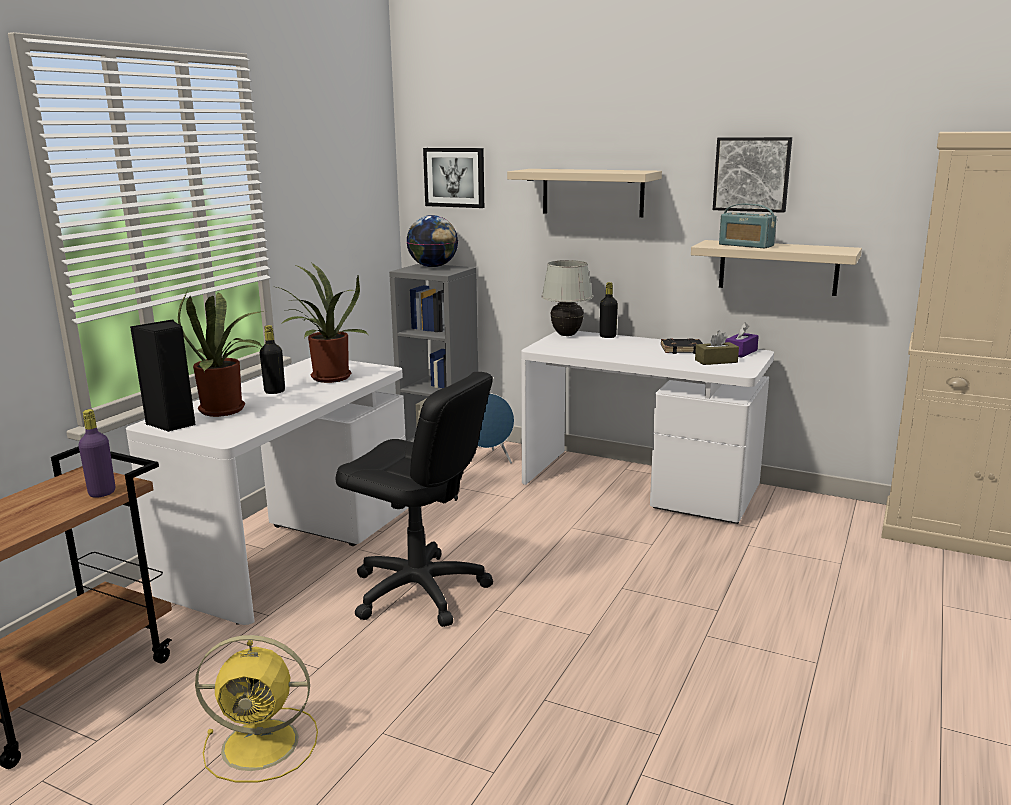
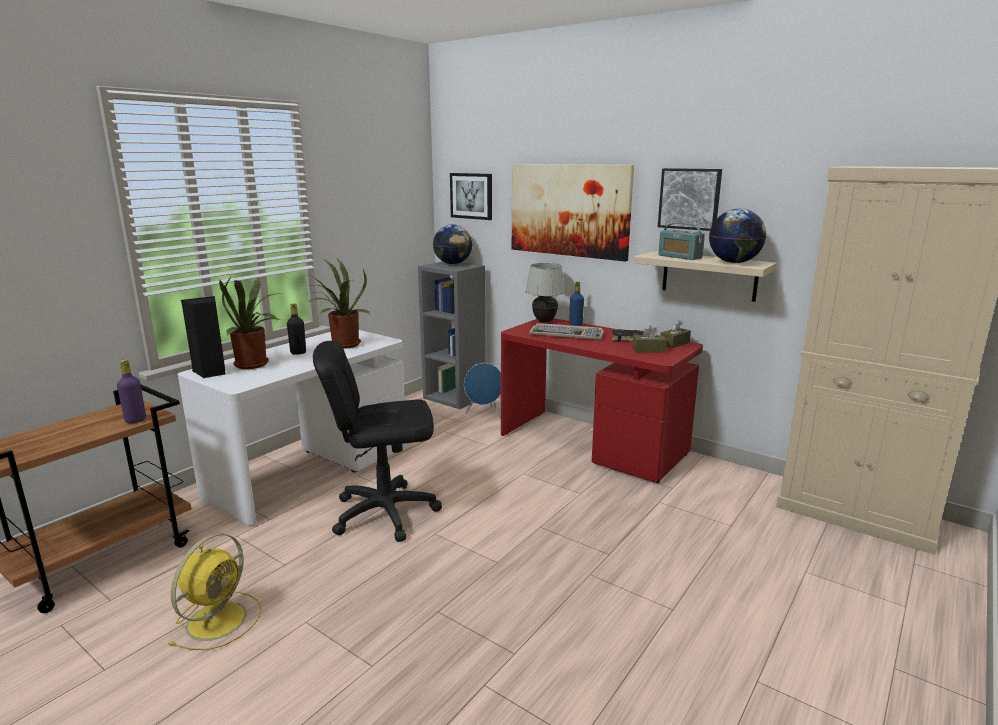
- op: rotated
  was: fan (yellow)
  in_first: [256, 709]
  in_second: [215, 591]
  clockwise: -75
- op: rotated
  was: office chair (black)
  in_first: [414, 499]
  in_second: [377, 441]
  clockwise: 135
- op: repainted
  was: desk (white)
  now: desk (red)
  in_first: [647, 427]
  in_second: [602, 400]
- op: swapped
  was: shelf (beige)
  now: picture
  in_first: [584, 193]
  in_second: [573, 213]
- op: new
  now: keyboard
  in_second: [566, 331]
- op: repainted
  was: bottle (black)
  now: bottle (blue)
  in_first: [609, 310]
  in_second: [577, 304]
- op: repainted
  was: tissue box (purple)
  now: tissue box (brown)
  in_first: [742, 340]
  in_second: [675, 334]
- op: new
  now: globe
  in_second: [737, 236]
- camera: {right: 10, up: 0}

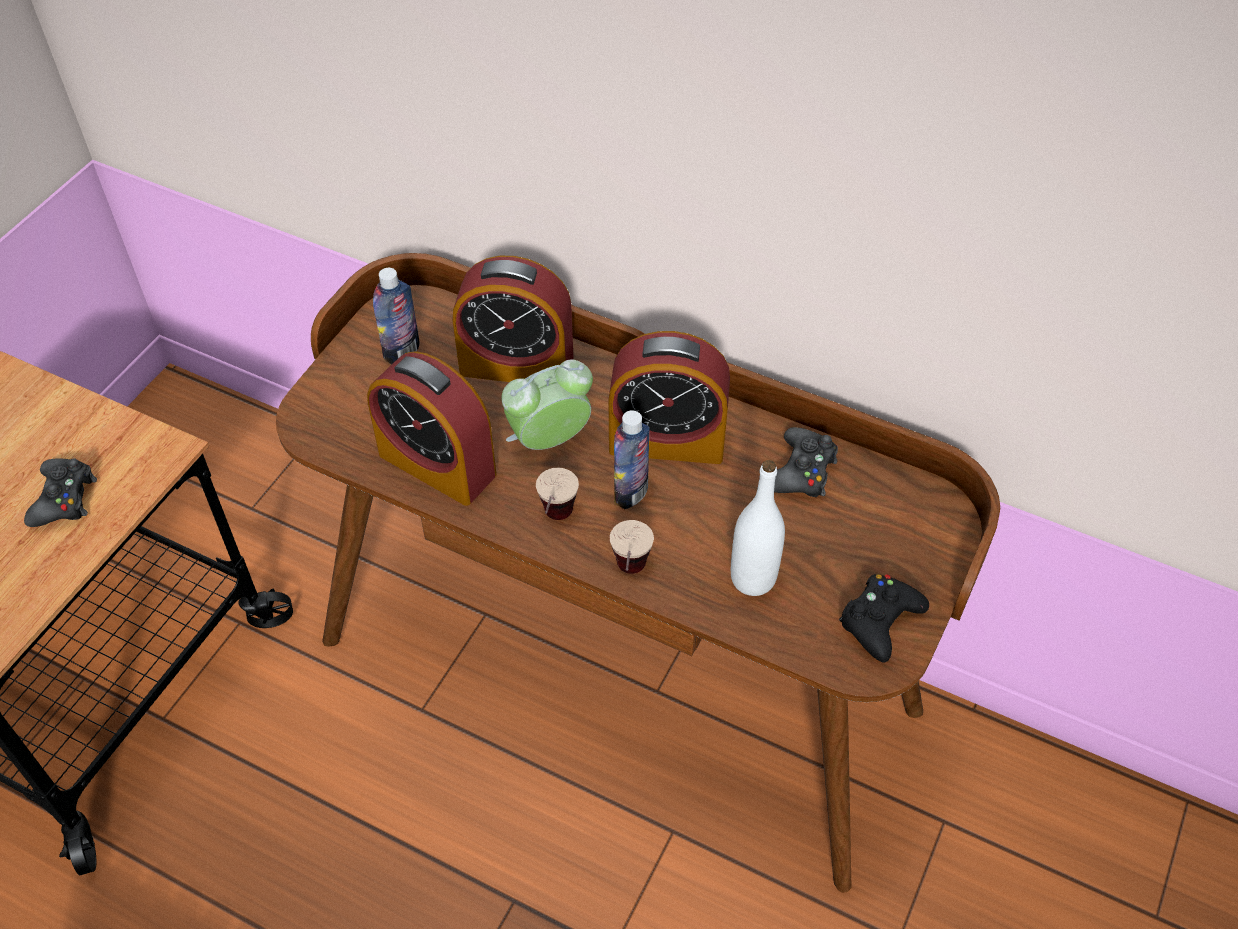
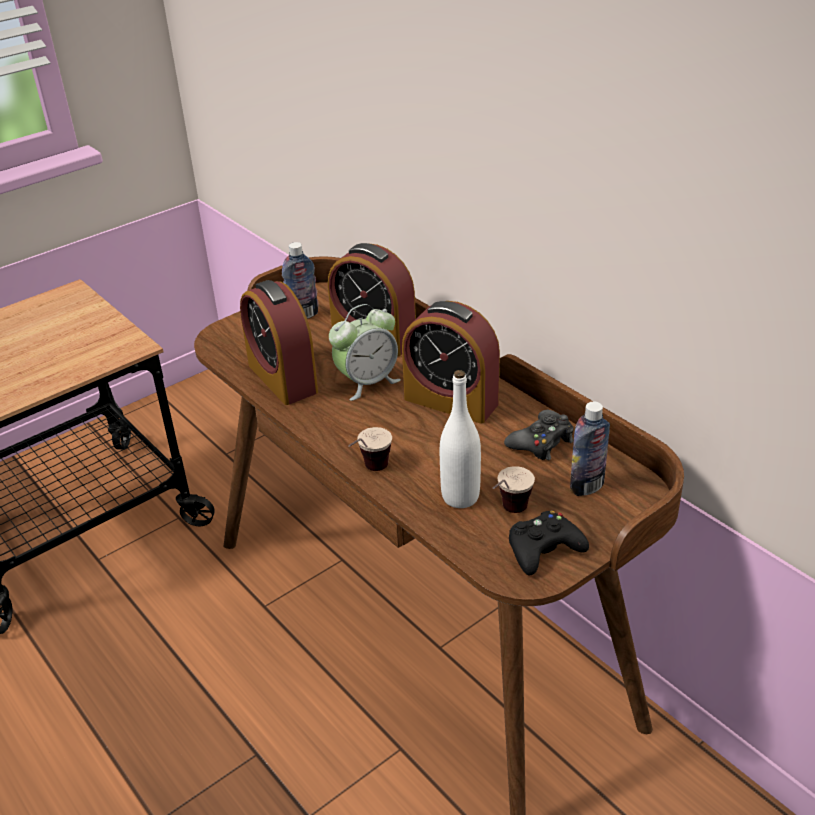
- op: rotated
  was: alarm clock
  in_first: [547, 404]
  in_second: [365, 352]
  clockwise: 150
- op: shifted
  was: cup
  in_first: [557, 493]
  in_second: [514, 489]
- op: shifted
  was: bottle
  in_first: [632, 459]
  in_second: [590, 449]
- op: gone
  was: game controller (black)
  in_first: [60, 492]
- camera: {right: 25, up: -15}

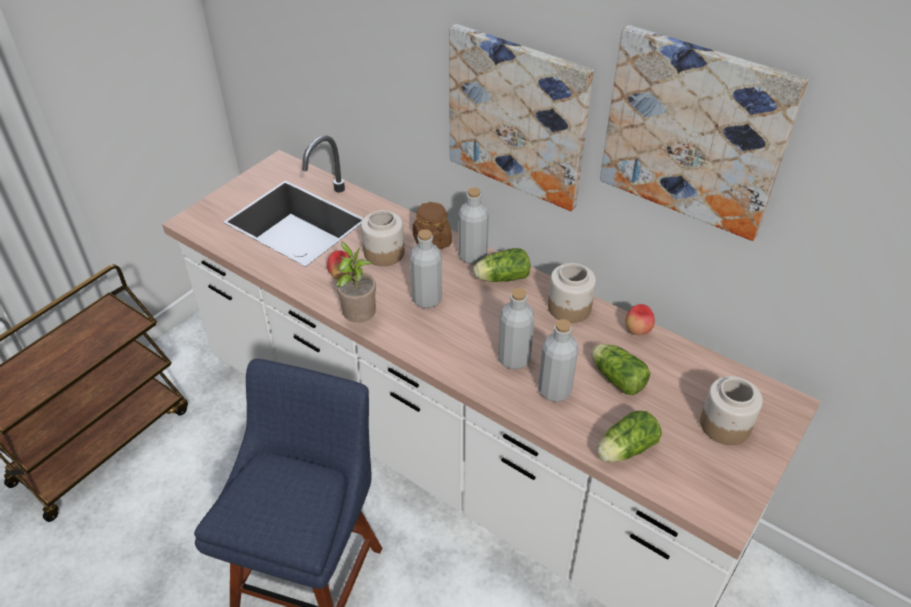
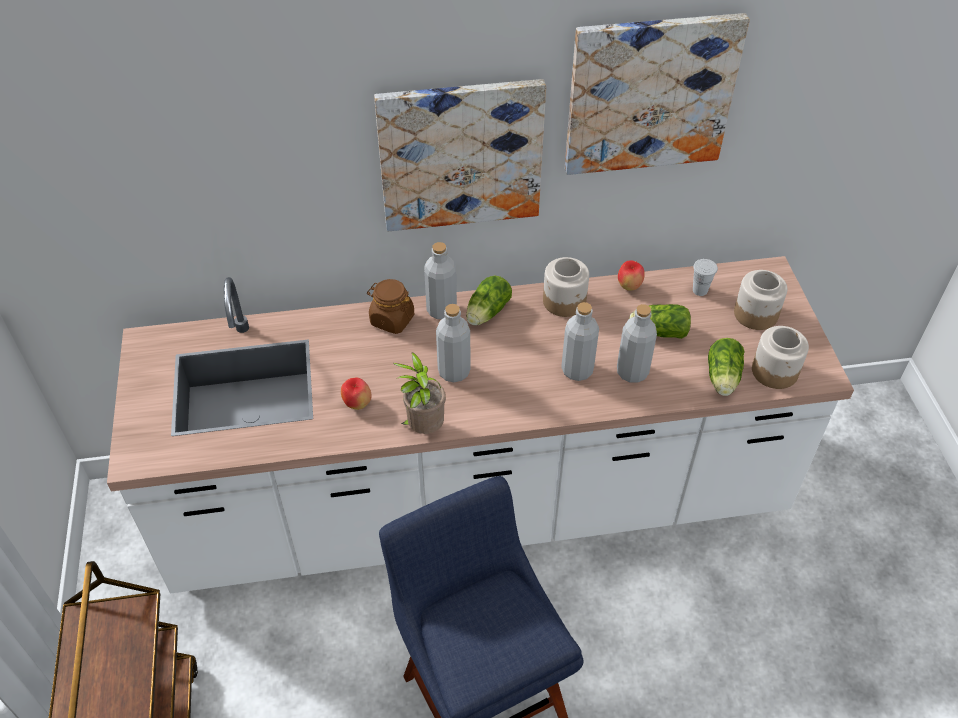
- op: new
  now: cup (white)
  in_second: [705, 277]
- op: shifted
  was: jar
  in_first: [382, 238]
  in_second: [780, 357]
- camera: {right: -45, up: 5}

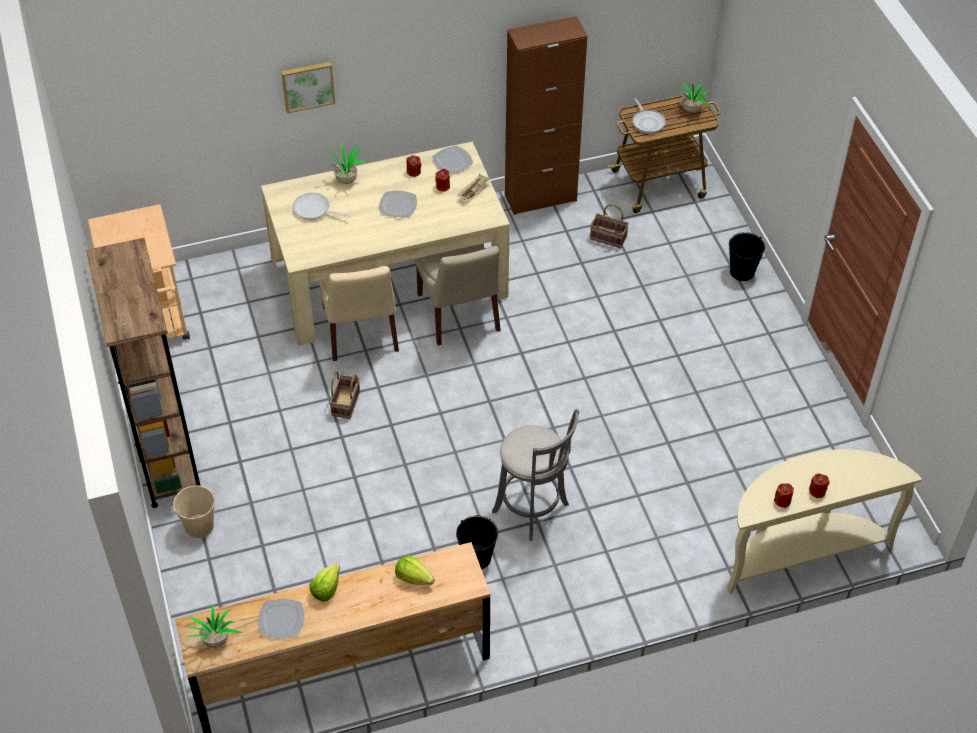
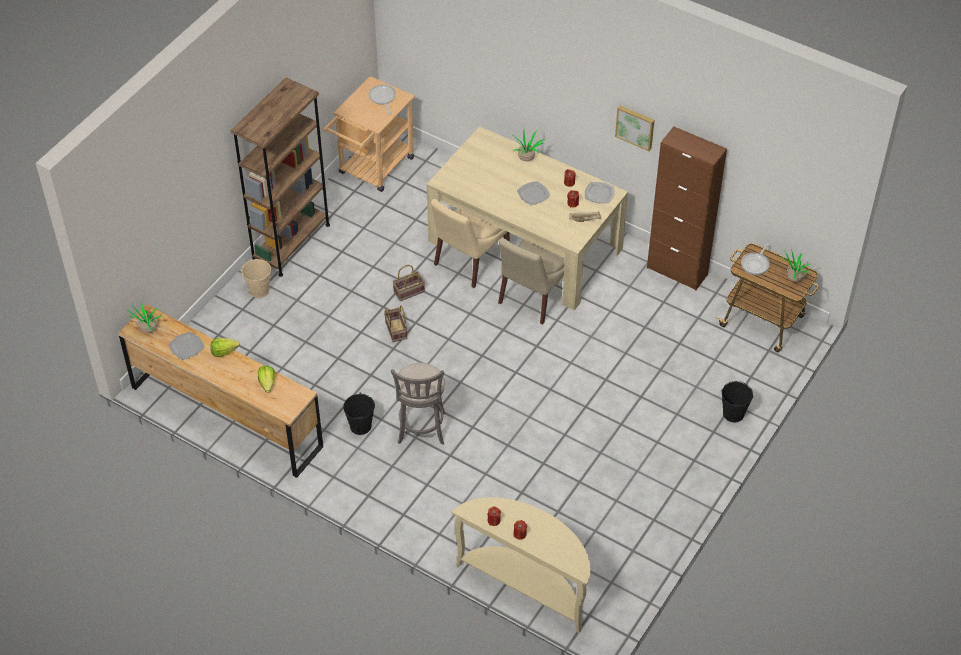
- op: shifted
  was: frying pan
  in_first: [321, 206]
  in_second: [382, 99]
- op: shifted
  was: basket
  in_first: [609, 226]
  in_second: [395, 323]
- op: shifted
  was: picture
  in_first: [308, 88]
  in_second: [634, 128]
- camera: {right: 50, up: 0}

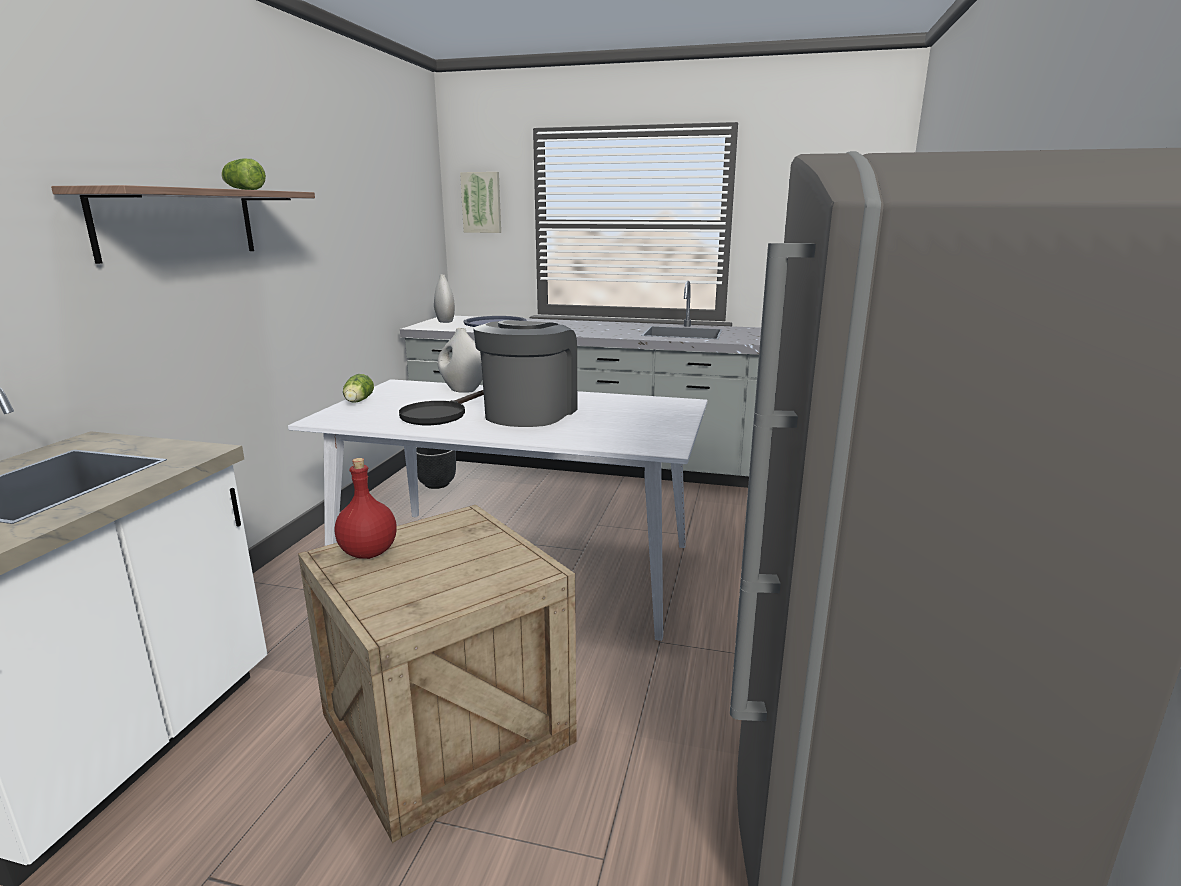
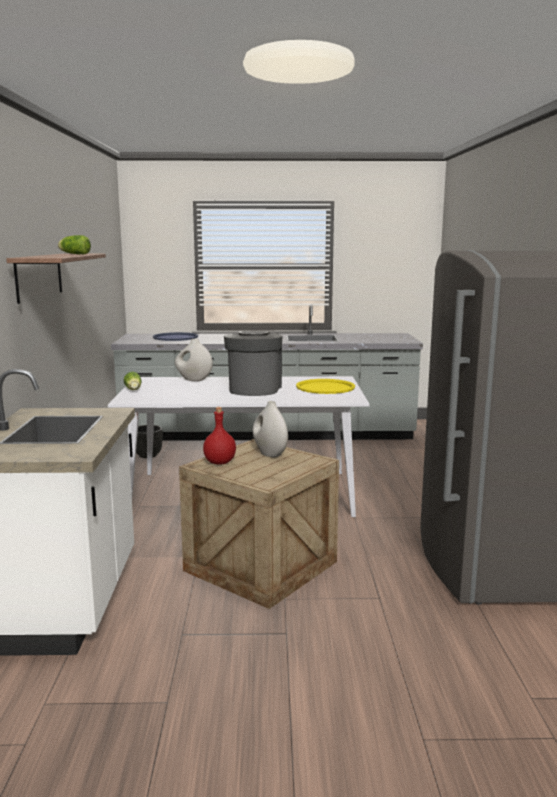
- op: shifted
  was: vase (white)
  in_first: [444, 298]
  in_second: [270, 429]
- op: new
  now: tray (yellow)
  in_second: [325, 386]
- op: gone
  was: frying pan (black)
  in_first: [441, 407]
- op: gone
  was: picture
  in_first: [480, 202]
- camera: {right: -15, up: -5}

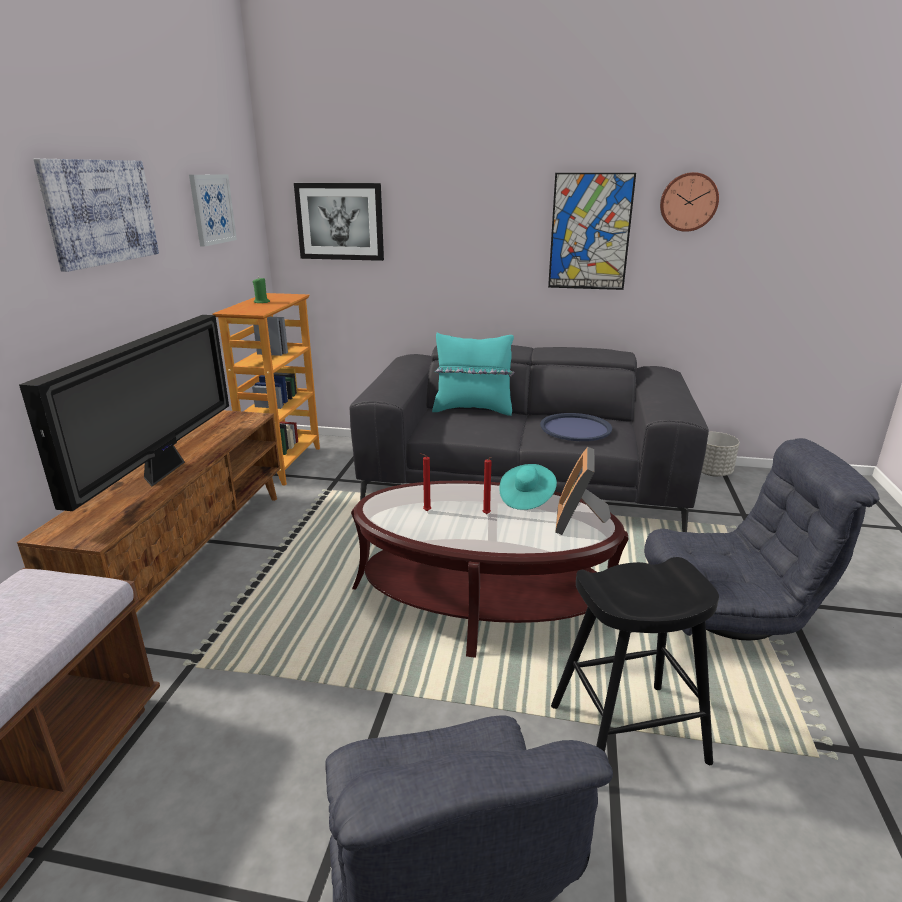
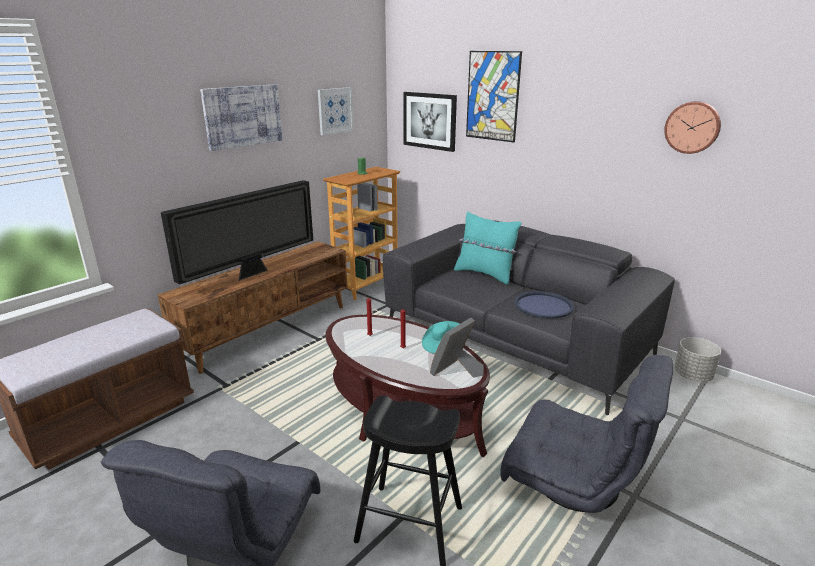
- op: shifted
  was: picture
  in_first: [592, 231]
  in_second: [494, 96]
- camera: {right: 30, up: 0}

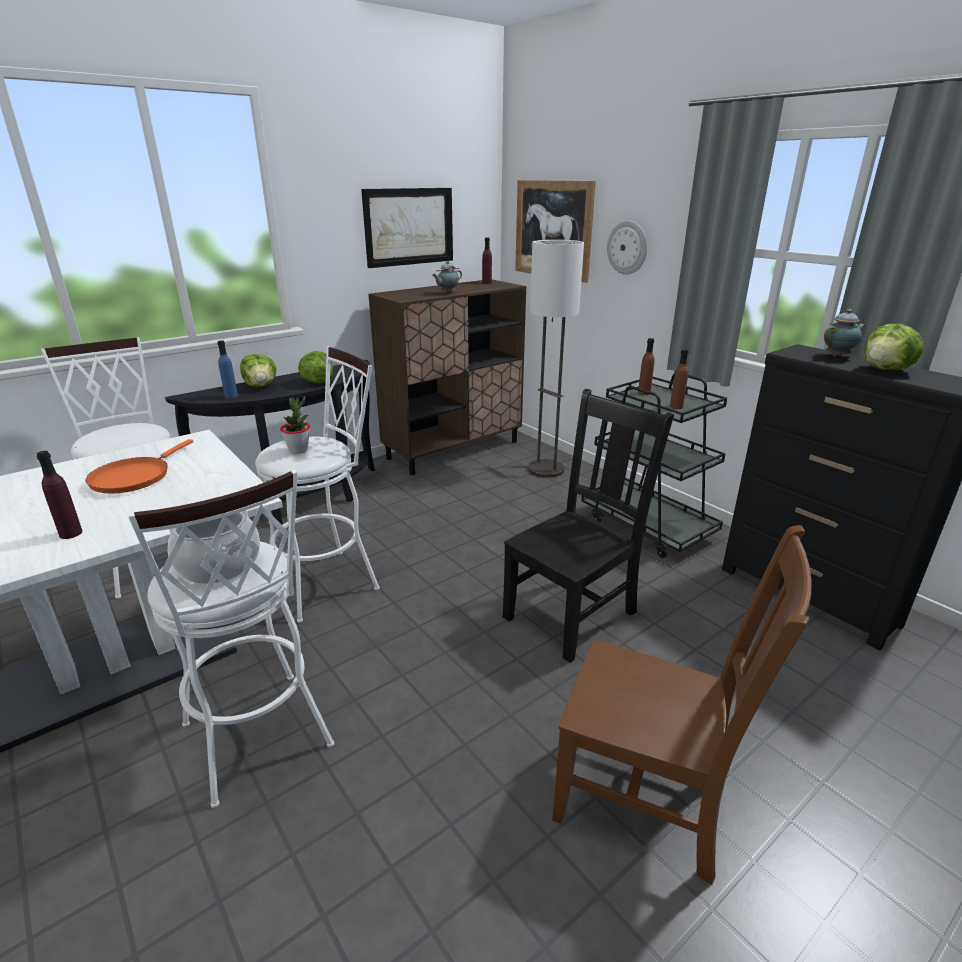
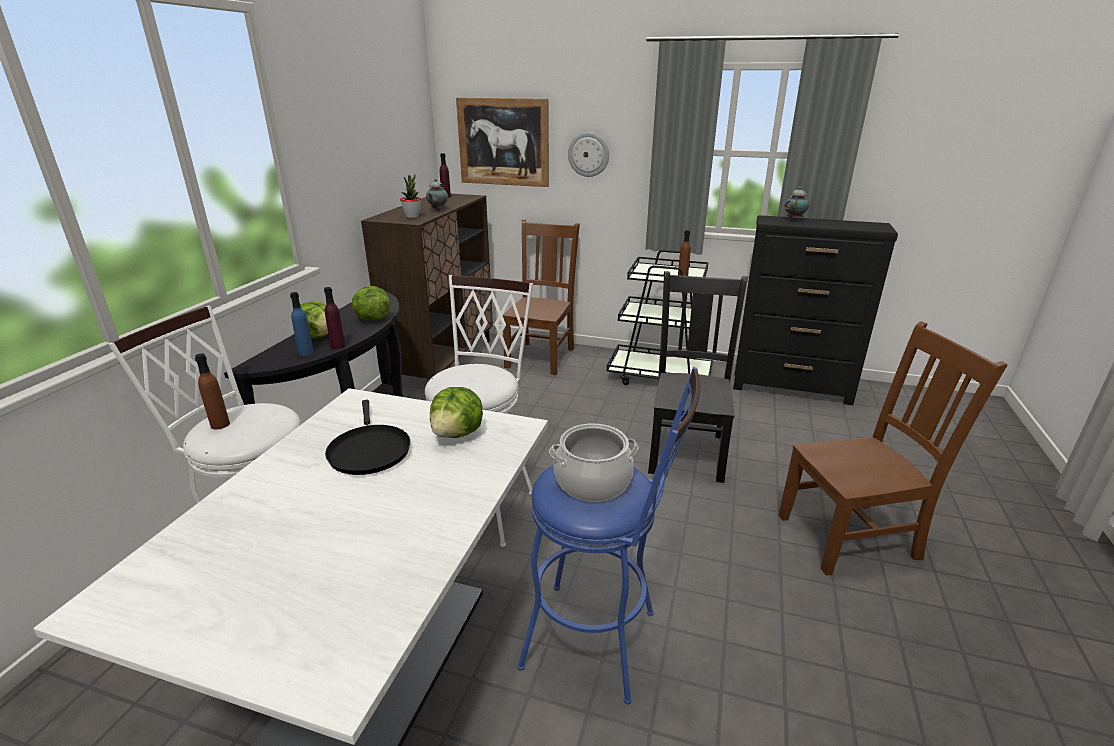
- op: shifted
  was: bottle (brown)
  in_first: [646, 366]
  in_second: [212, 392]
- op: shifted
  was: bottle (purple)
  in_first: [60, 495]
  in_second: [334, 318]
- op: repainted
  was: frying pan (orange)
  now: frying pan (black)
  in_first: [139, 466]
  in_second: [367, 437]
- op: shifted
  was: potted plant
  in_first: [295, 425]
  in_second: [410, 196]
- op: shifted
  was: lettuce
  in_first: [893, 347]
  in_second: [456, 412]
- op: swapped
  was: floor lamp
  now: chair (brown)
  in_first: [556, 359]
  in_second: [541, 297]
- op: repainted
  was: stool (white)
  now: stool (blue)
  in_first: [231, 639]
  in_second: [609, 535]
- op: gone
  was: picture
  in_first: [407, 228]
- camera: {right: -35, up: 0}

